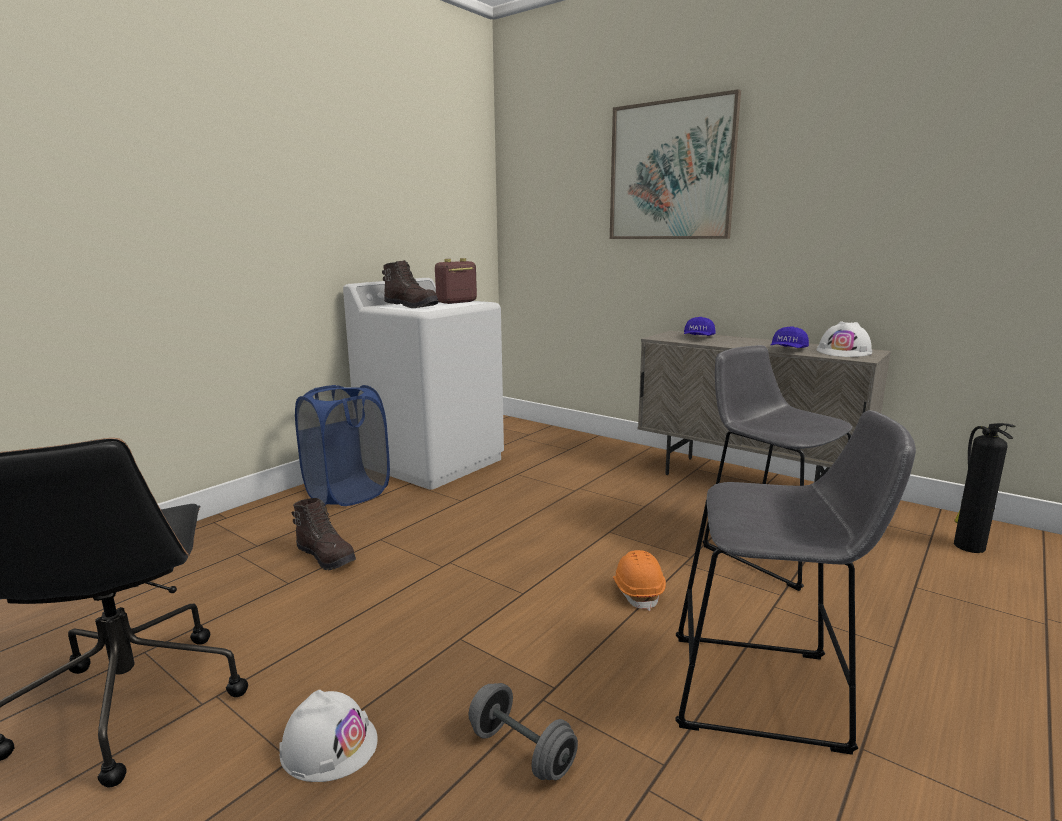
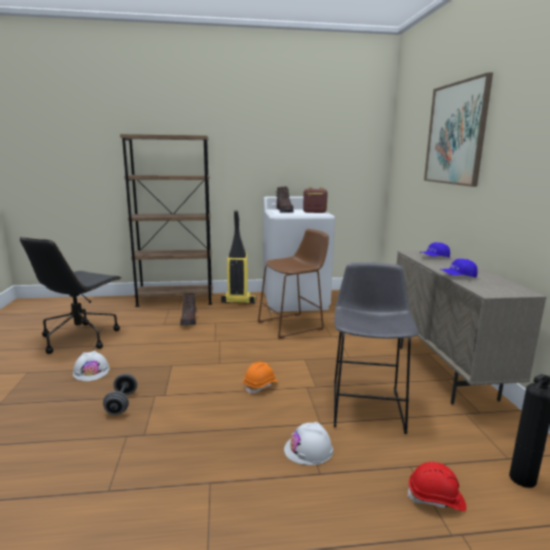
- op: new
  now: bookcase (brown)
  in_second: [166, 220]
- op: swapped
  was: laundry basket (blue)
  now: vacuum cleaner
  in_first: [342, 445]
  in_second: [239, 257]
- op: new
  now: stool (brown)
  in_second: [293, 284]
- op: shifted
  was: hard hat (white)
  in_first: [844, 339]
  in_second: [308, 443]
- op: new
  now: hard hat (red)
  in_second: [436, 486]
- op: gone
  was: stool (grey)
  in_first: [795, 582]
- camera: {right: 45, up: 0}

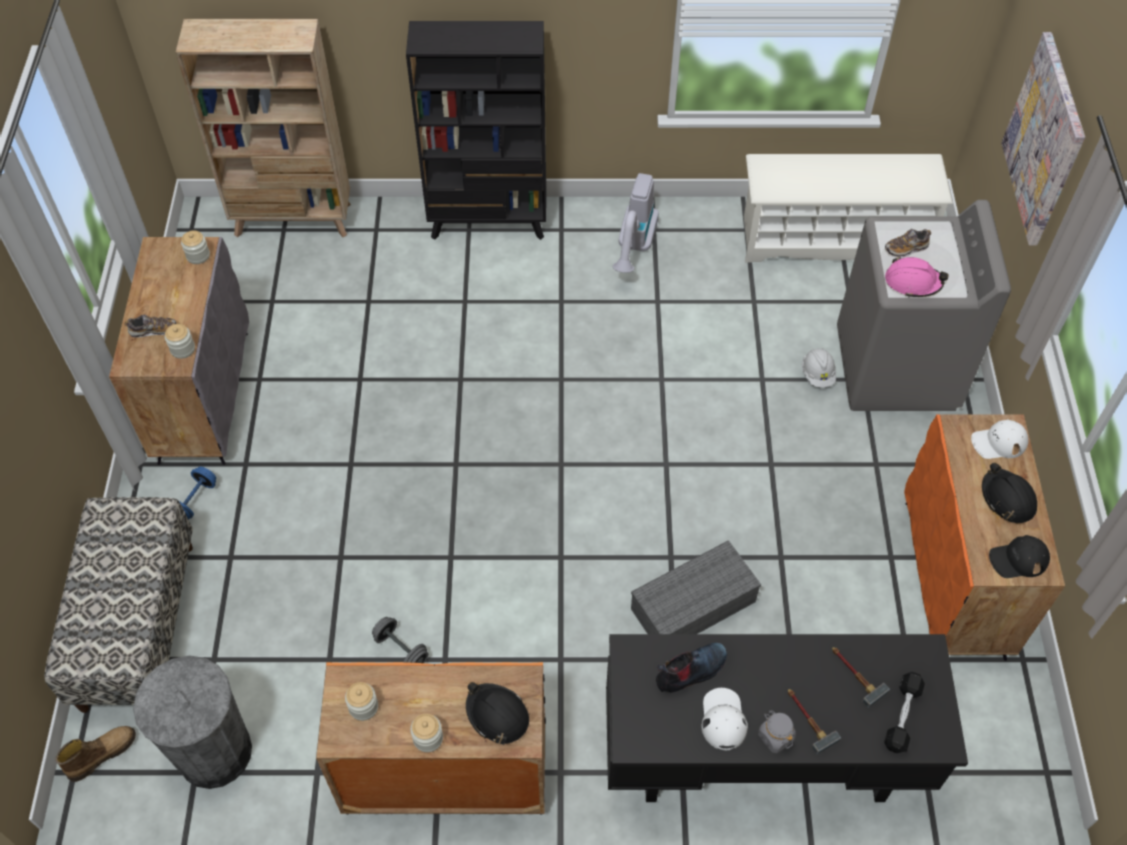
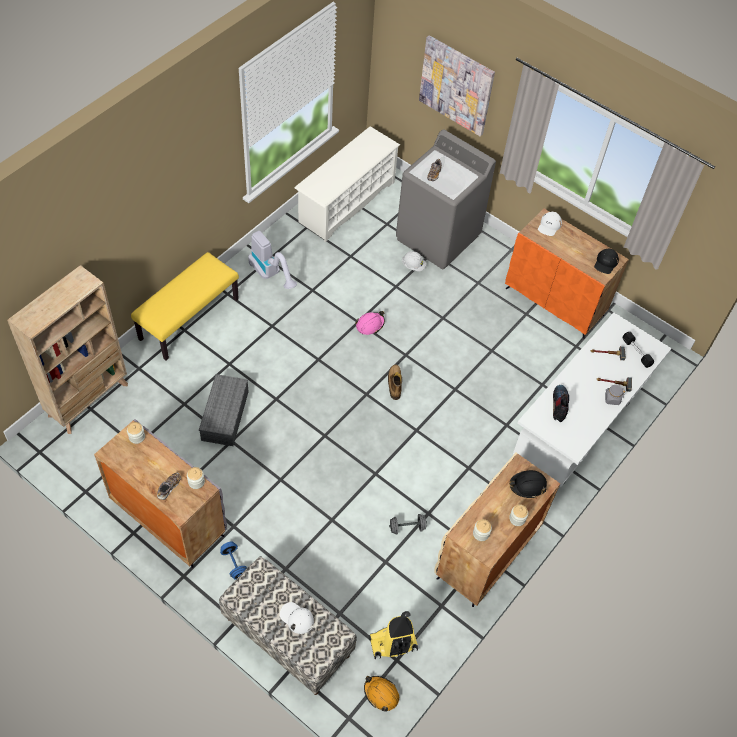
- op: swapped
  was: bookcase (black)
  now: bench (yellow)
  in_first: [476, 130]
  in_second: [185, 306]
- op: shifted
  was: storage box (grey)
  in_first: [696, 587]
  in_second: [224, 410]
- op: shifted
  was: cap (white)
  in_first: [724, 719]
  in_second: [297, 618]
- op: shifted
  was: hard hat (pink)
  in_first: [917, 277]
  in_second: [370, 323]
- op: new
  now: hard hat (orange)
  in_second: [381, 694]
- op: swapped
  was: trash can (grey)
  now: vacuum cleaner
  in_first: [192, 722]
  in_second: [393, 635]
- op: shifted
  was: boot
  in_first: [95, 754]
  in_second: [395, 382]
- op: repainted
  was: cabinet (orange)
  now: cabinet (beige)
  in_first: [431, 738]
  in_second: [497, 529]
- op: repainted
  was: desk (black)
  now: desk (white)
  in_first: [787, 718]
  in_second: [592, 399]
- op: gone
  was: hard hat (black)
  in_first: [1009, 492]
- camera: {right: -55, up: 0}

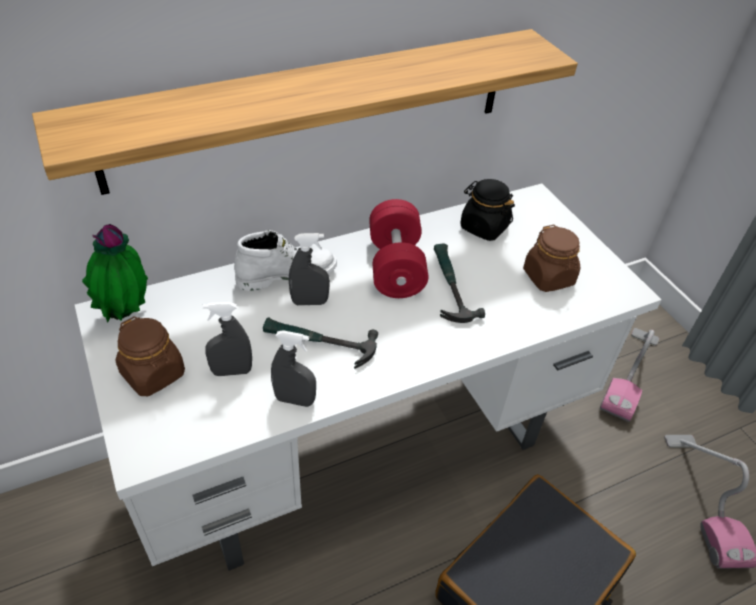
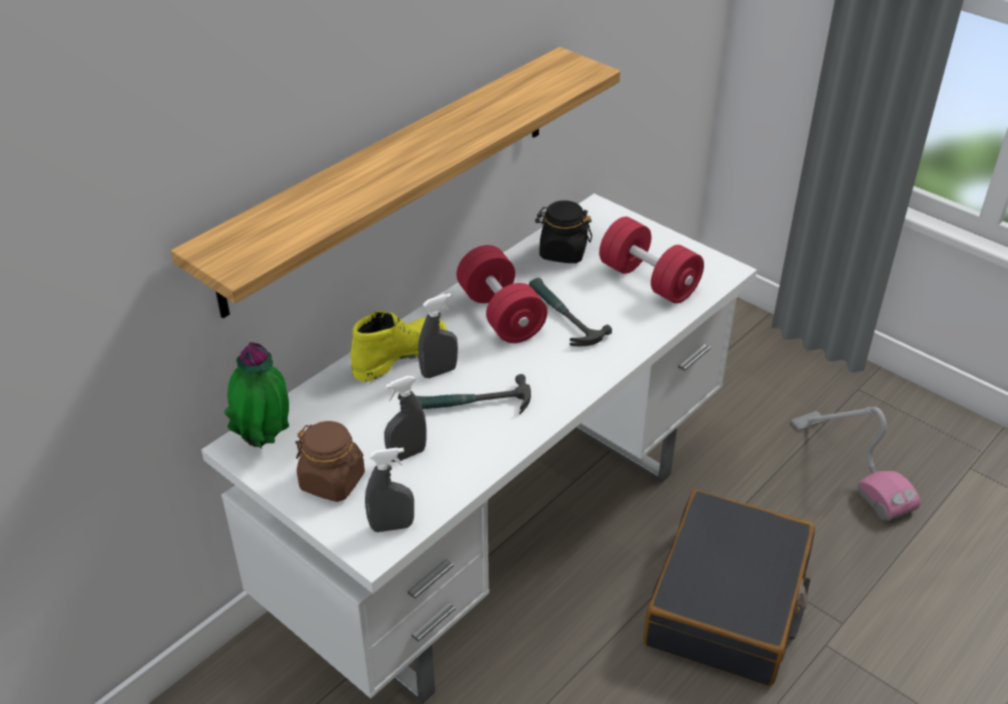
- op: repainted
  was: boot (white)
  now: boot (yellow)
  in_first: [285, 260]
  in_second: [399, 346]
- op: shifted
  was: spray bottle (grey)
  in_first: [293, 368]
  in_second: [389, 489]
- op: swapped
  was: jar (brown)
  now: dumbbell (red)
  in_first: [551, 258]
  in_second: [651, 260]
- op: gone
  was: vacuum cleaner
  in_first: [629, 375]
- camera: {right: -20, up: -5}

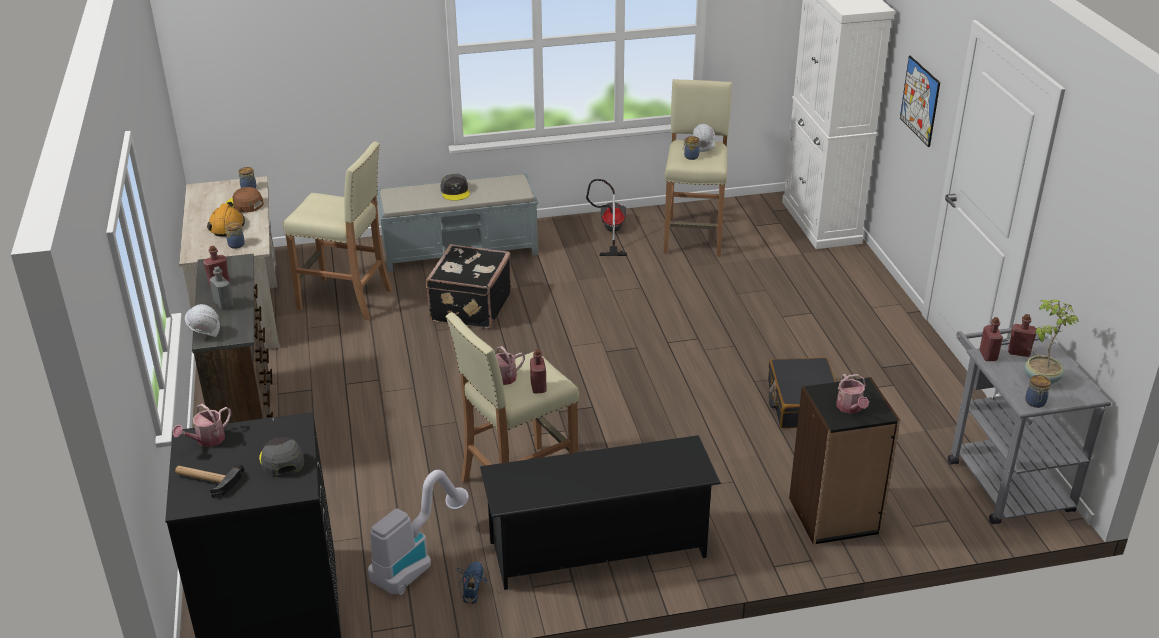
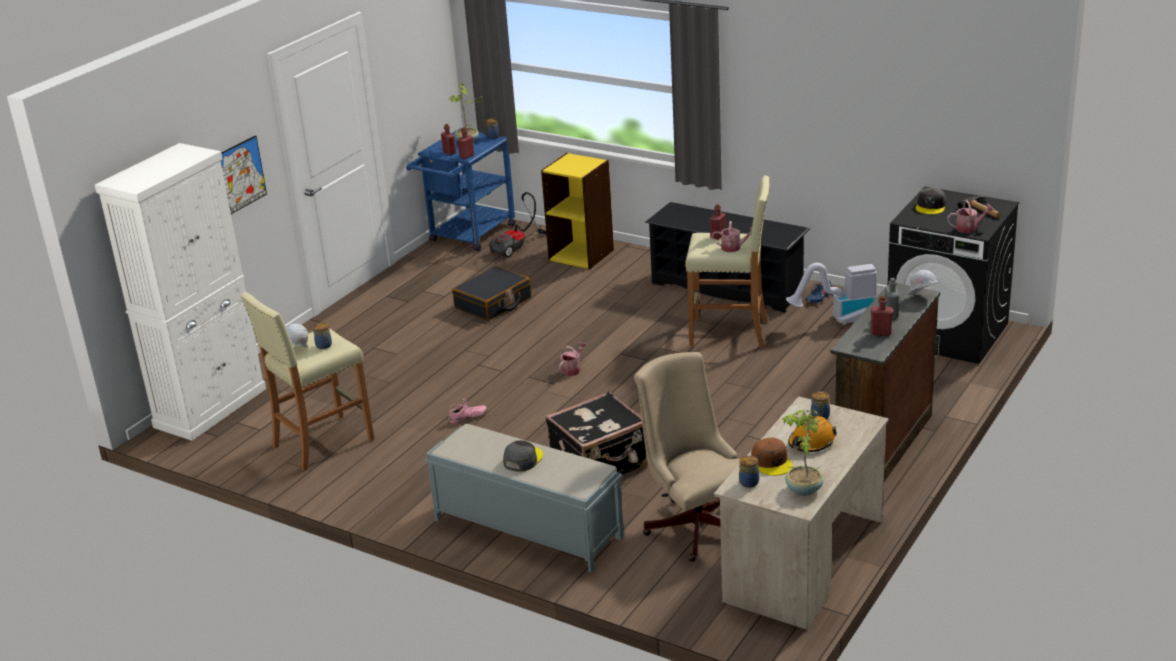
- op: repainted
  was: cart (grey)
  now: cart (blue)
  in_first: [1029, 424]
  in_second: [461, 189]
- op: new
  now: shoe (pink)
  in_second: [467, 411]
- op: shifted
  was: vacuum cleaner
  in_first: [606, 217]
  in_second: [518, 225]
- op: repainted
  was: bookcase (black)
  now: bookcase (yellow)
  in_first: [844, 461]
  in_second: [577, 211]
- op: shifted
  was: watering can
  in_first: [852, 394]
  in_second: [572, 359]
- op: swapped
  was: stool (beige)
  now: office chair (beige)
  in_first: [337, 231]
  in_second: [687, 457]
- op: new
  now: potted plant
  in_second: [803, 453]
- camera: {right: -135, up: -5}

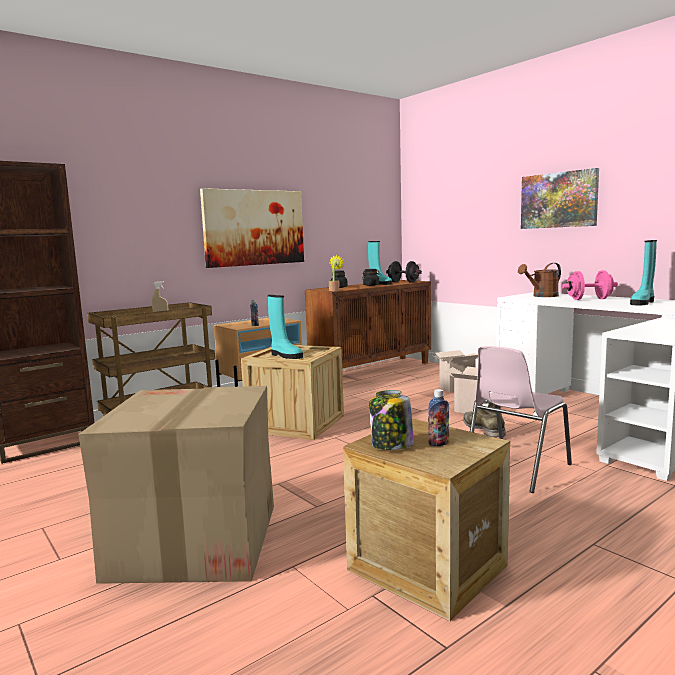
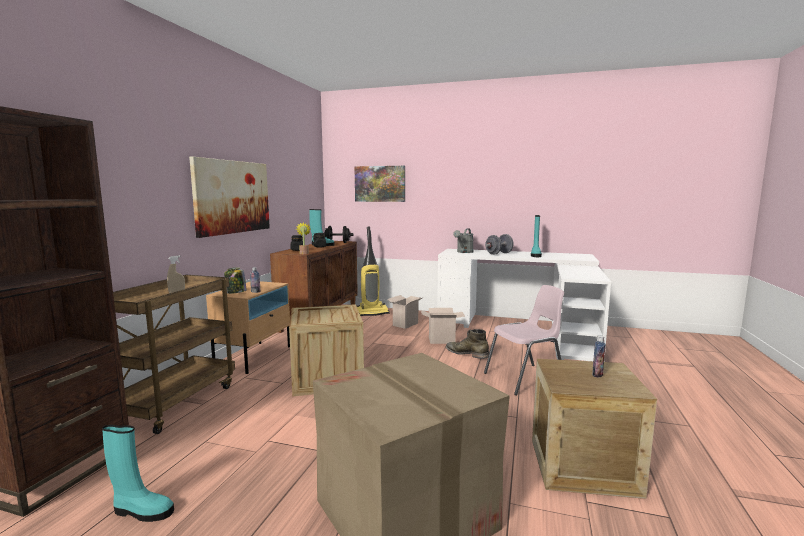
- op: shifted
  was: boot (turquoise)
  in_first: [285, 327]
  in_second: [138, 473]
- op: shifted
  was: jar
  in_first: [391, 420]
  in_second: [235, 280]
- op: shifted
  was: picture
  in_first: [560, 198]
  in_second: [379, 184]
- op: new
  now: vacuum cleaner
  in_second: [373, 271]
- op: repainted
  was: watering can (brown)
  now: watering can (grey)
  in_first: [539, 280]
  in_second: [463, 240]
- op: rotated
  was: chair (pink)
  in_first: [521, 419]
  in_second: [524, 340]
  clockwise: -120
- op: repainted
  was: dumbbell (pink)
  now: dumbbell (grey)
  in_first: [590, 285]
  in_second: [499, 244]
- camera: {right: -35, up: 0}

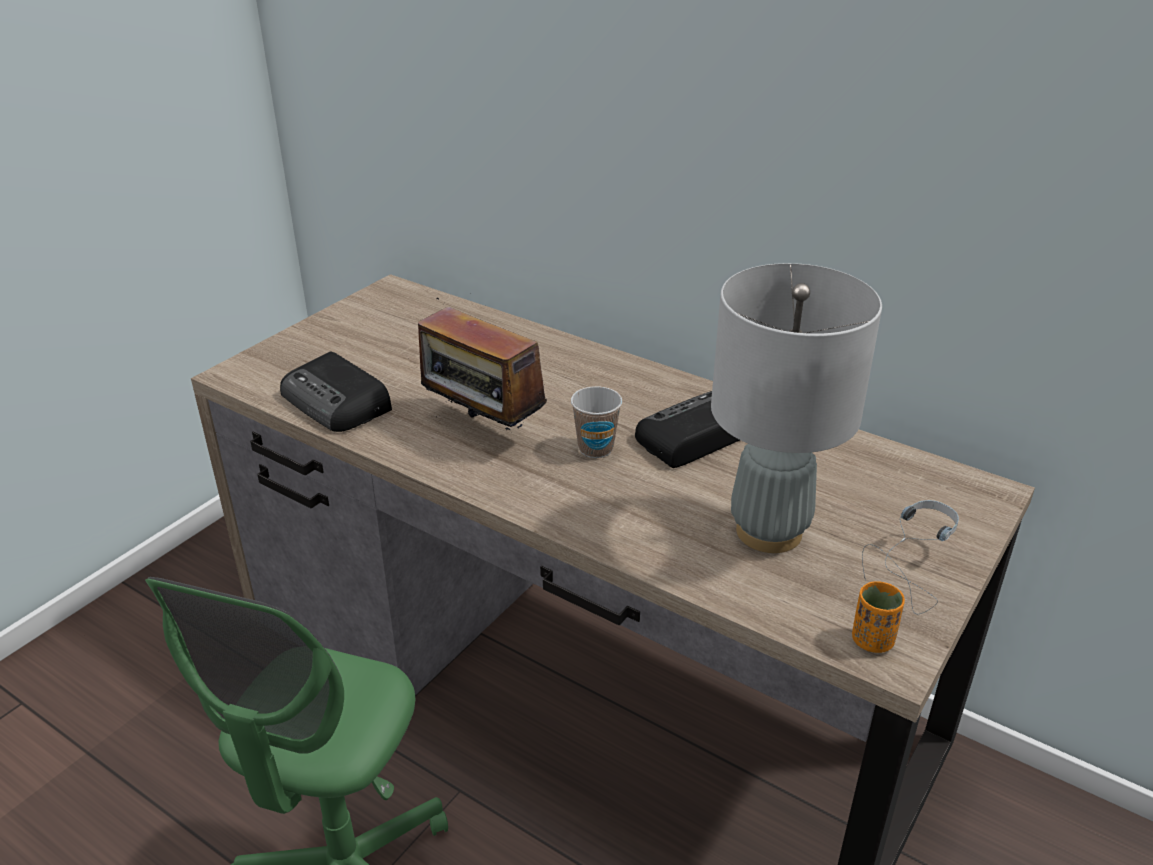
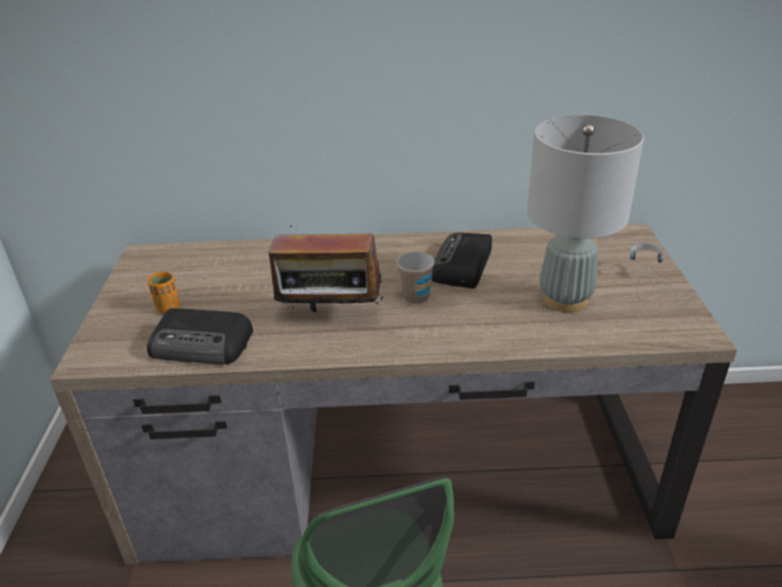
- op: shifted
  was: cup (orange)
  in_first: [878, 617]
  in_second: [163, 292]
- camera: {right: -35, up: 0}

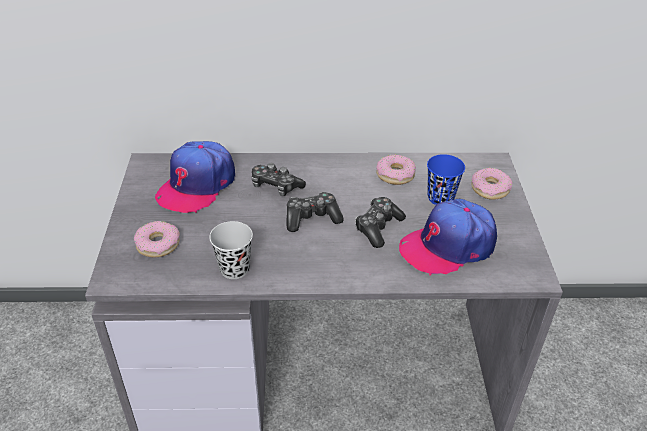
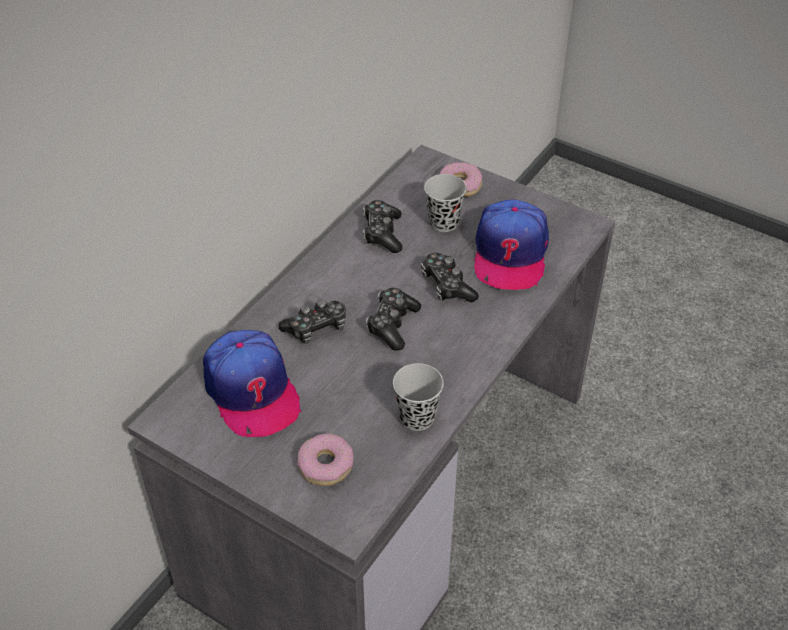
- op: swapped
  was: donut
  now: game controller
  in_first: [396, 169]
  in_second: [383, 226]
- op: repainted
  was: cup (blue)
  now: cup (black)
  in_first: [446, 179]
  in_second: [445, 203]
- camera: {right: -55, up: 5}

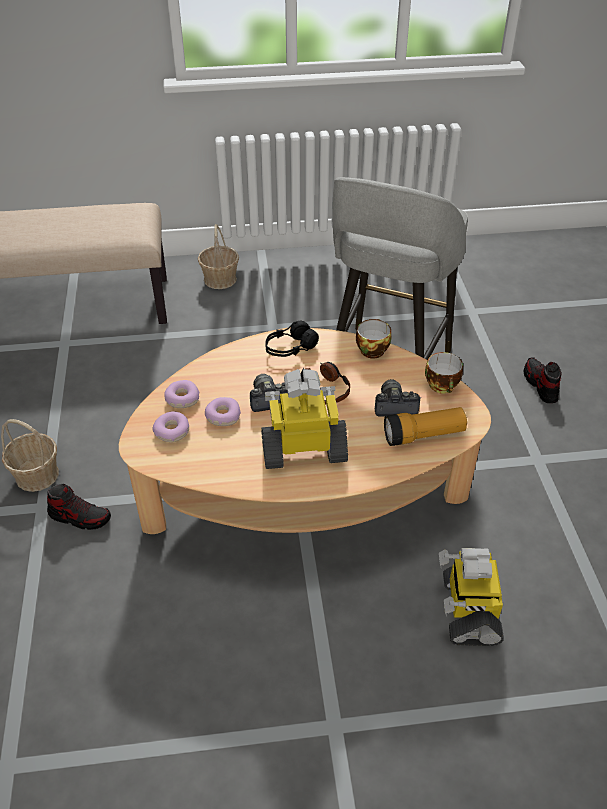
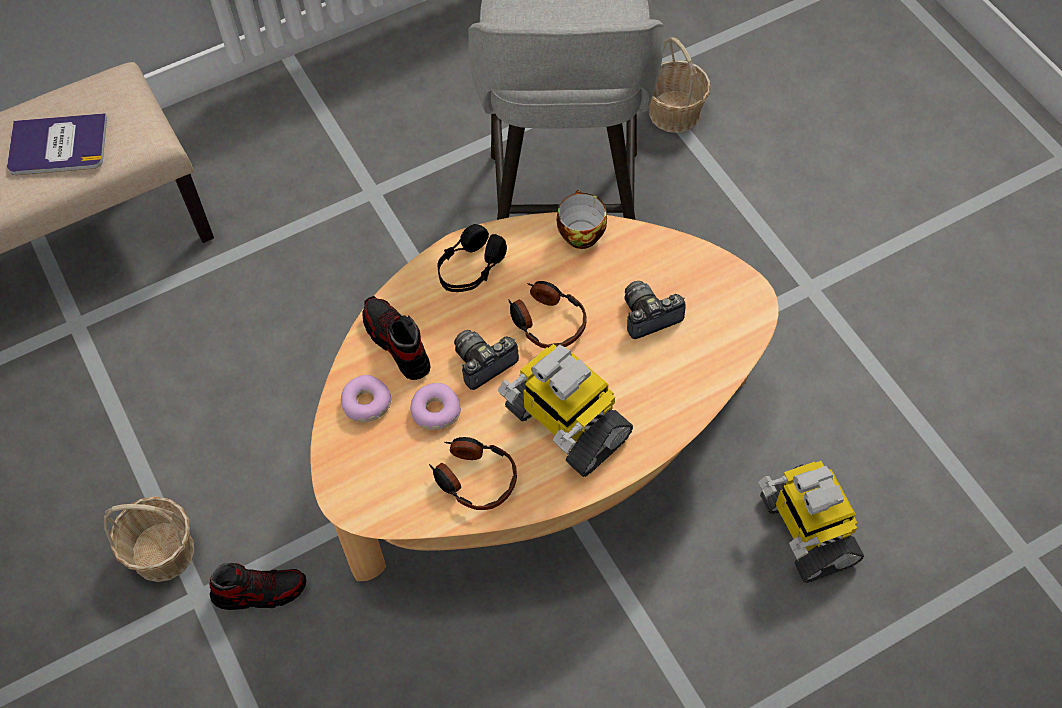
- op: new
  now: book
  in_second: [57, 144]
- op: shifted
  was: shoe
  in_first: [543, 380]
  in_second: [396, 338]
- op: new
  now: headphones
  in_second: [473, 473]
- op: rotated
  was: toy robot
  in_first: [304, 419]
  in_second: [565, 410]
  clockwise: -105
- op: shifted
  was: basket
  in_first: [218, 256]
  in_second: [680, 85]
- op: gone
  was: donut
  in_first: [170, 426]
- op: gone
  was: flashlight
  in_first: [425, 426]
- op: gone
  was: cup
  in_first: [444, 373]
- camera: {right: -20, up: 15}

